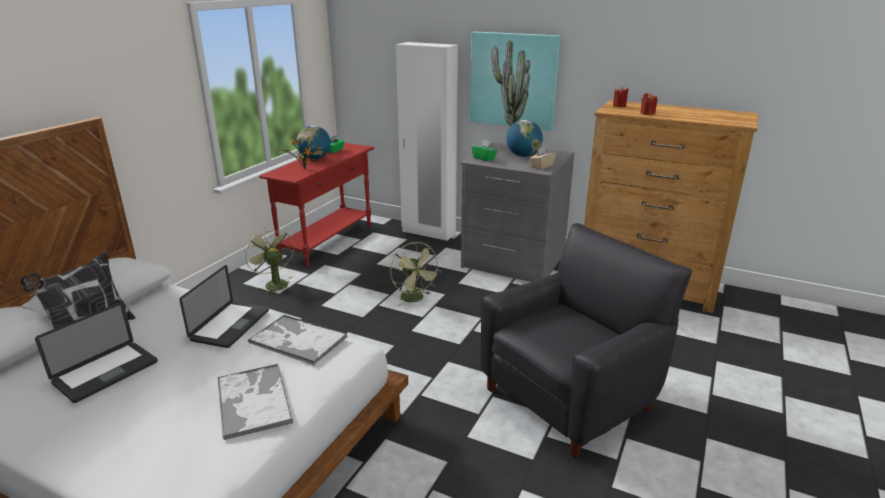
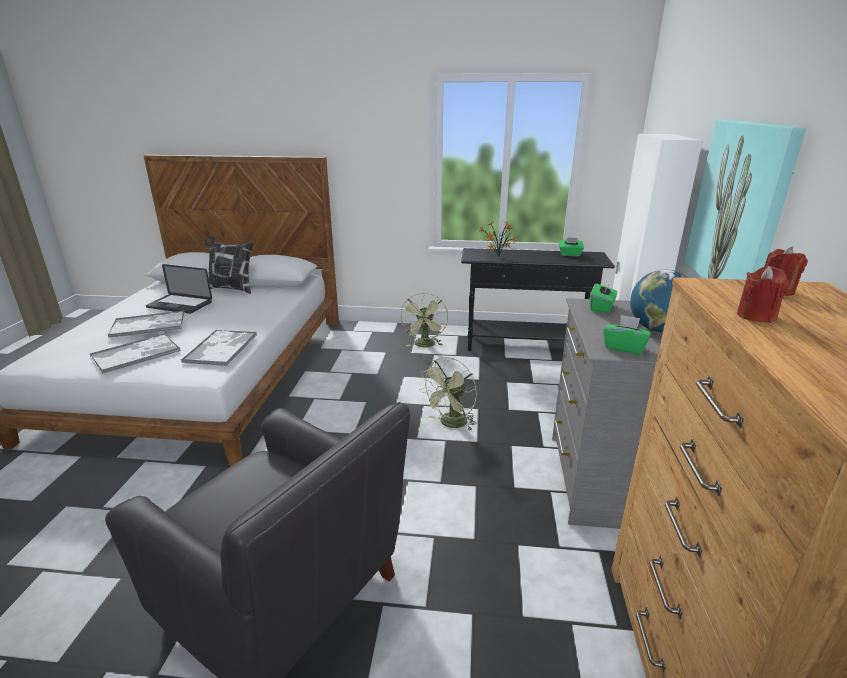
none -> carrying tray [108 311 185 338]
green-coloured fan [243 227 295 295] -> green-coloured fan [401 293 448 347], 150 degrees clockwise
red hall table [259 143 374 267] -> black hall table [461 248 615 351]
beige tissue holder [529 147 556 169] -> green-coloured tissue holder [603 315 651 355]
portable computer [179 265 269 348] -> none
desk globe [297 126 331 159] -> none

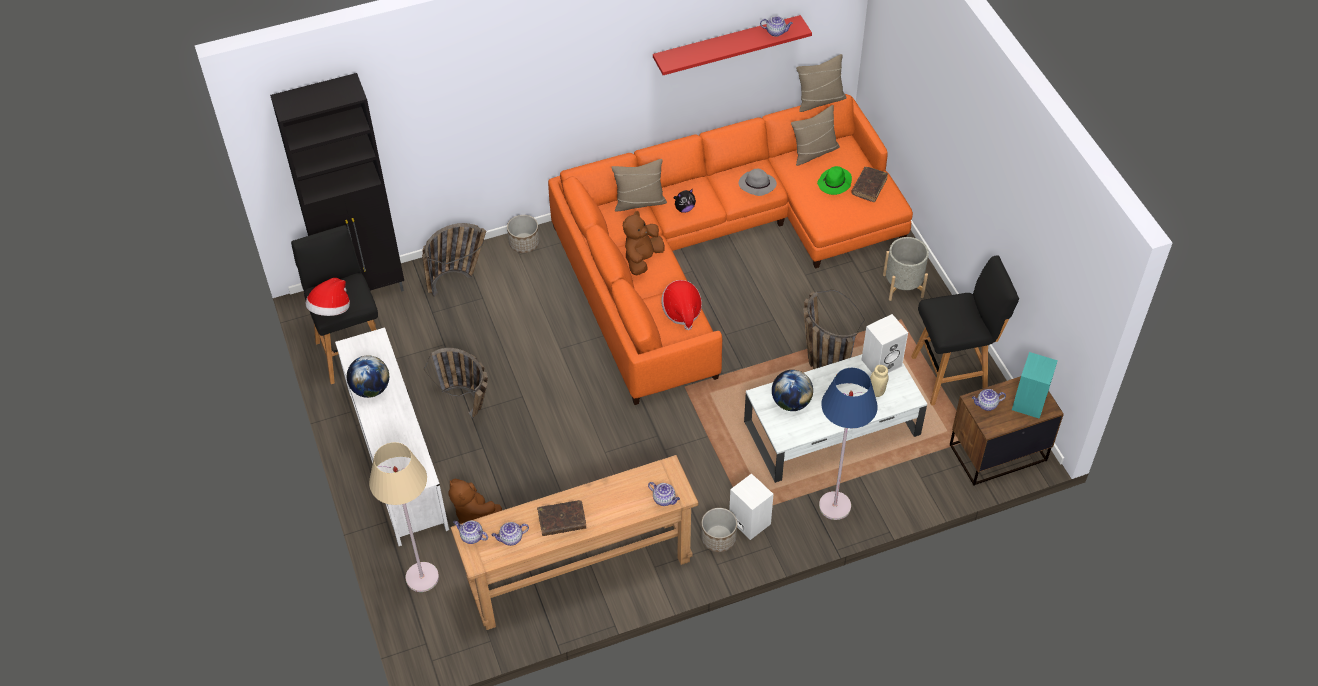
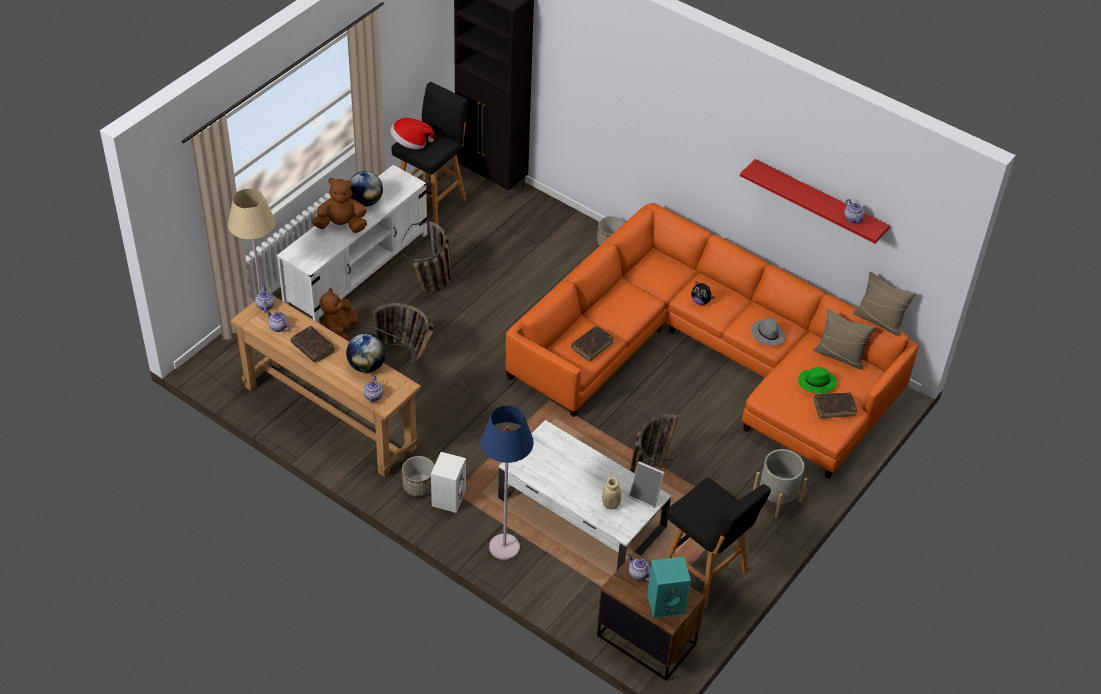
brown-coloured cuddly toy [623 211 665 275] -> brown-coloured cuddly toy [312 178 367 233], move
desk globe [772 370 813 411] -> desk globe [346 333 386 373], move
household basket [422 223 486 297] -> household basket [372 303 434 366], move
wearable hat [661 280 702 330] -> brown-coloured bound book [571 326 614 361]
white-coloured speaker [861 314 908 373] -> standing frame [629 461 665 508]
beige cushion [611 159 667 211] -> none

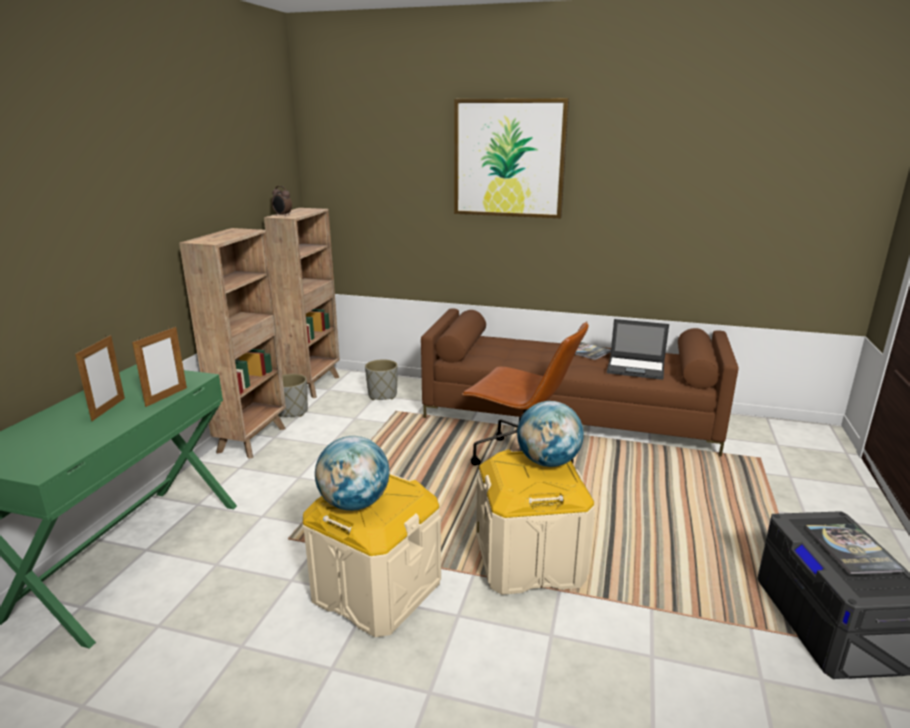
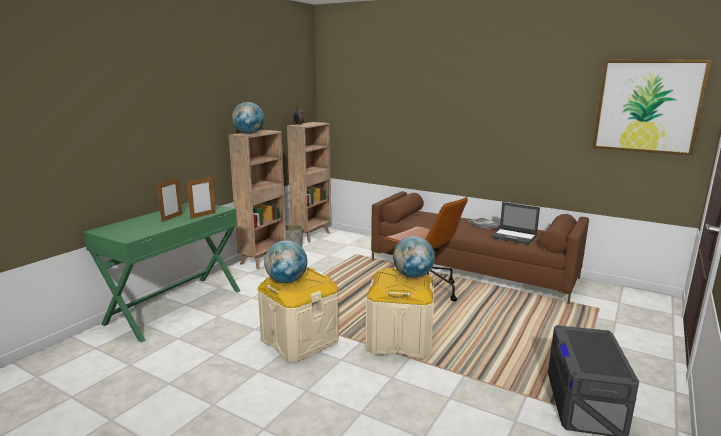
none -> desk globe [232 102 264 134]
wall art [454 98 569 218] -> wall art [592 59 712 156], move
grey flower pot [365 359 398 400] -> none
bound book [805 523 905 575] -> none

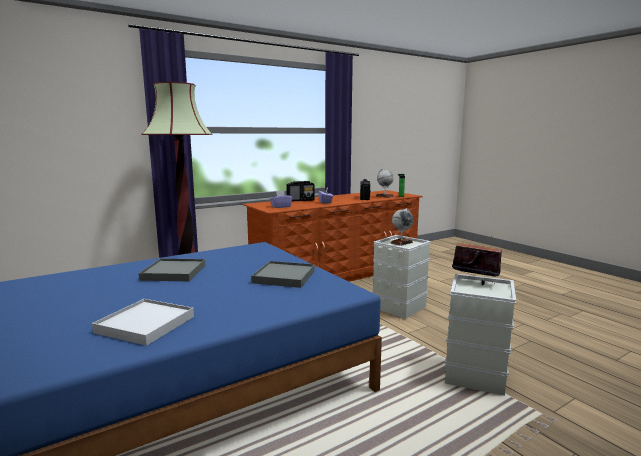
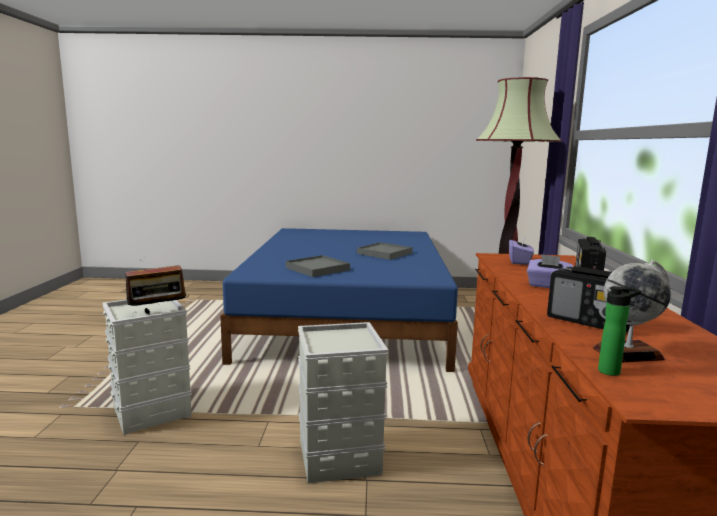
white-coloured carrying tray [92 299 194 346] -> none
desk globe [391 208 414 246] -> none

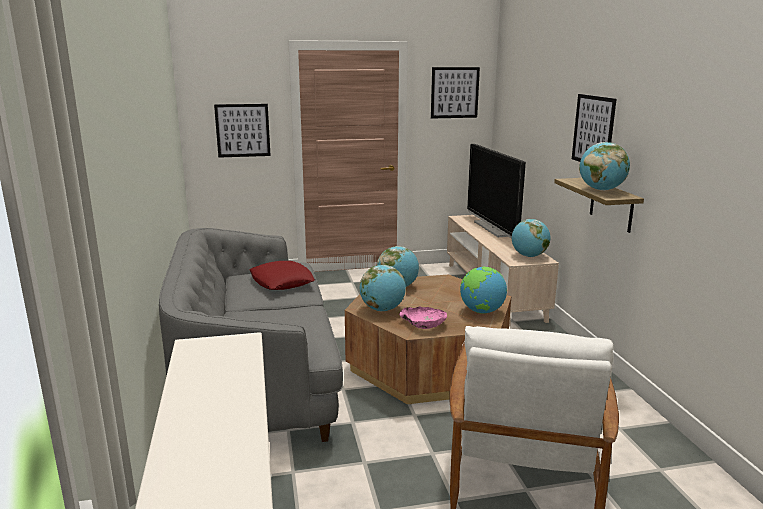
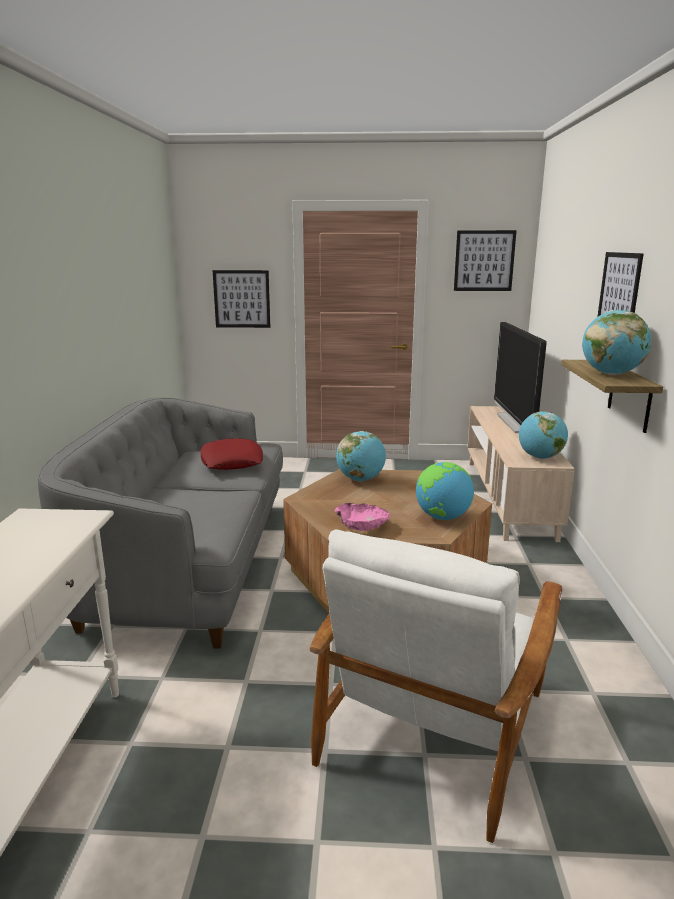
desk globe [360 265 406 311] -> none

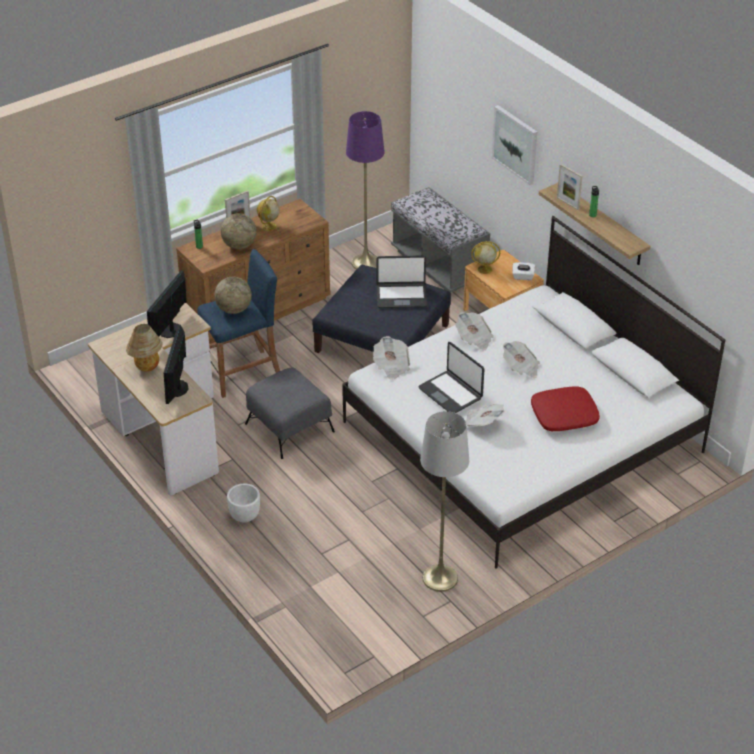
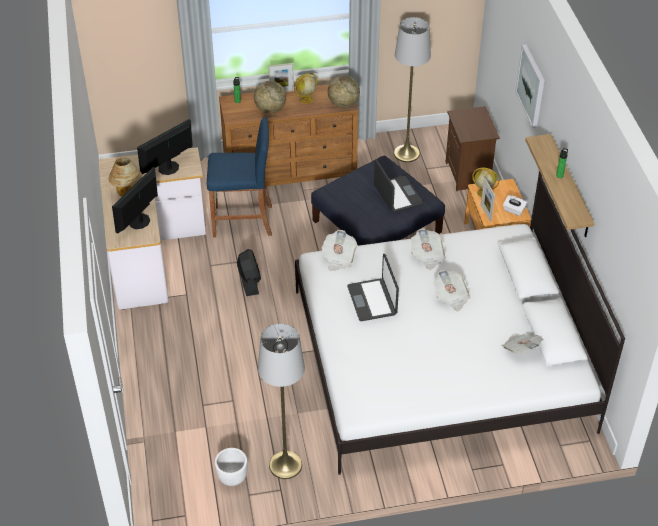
white-coloured flower pot [227 484 260 523] -> white-coloured flower pot [215 448 247 486], move
grey ottoman [245 367 335 459] -> black fan [237 249 261 296]
desk globe [214 277 252 314] -> desk globe [328 75 360 108], move
portable computer [377 255 427 308] -> portable computer [374 159 423 212], 135 degrees counterclockwise
purple-coloured standing lamp [346 111 385 270] -> grey standing lamp [394 17 431 162]
grey indoor bench [391 187 490 293] -> brown-coloured nightstand [446 106 500 191]
standing frame [557 164 582 210] -> standing frame [481 178 495 222], move
printed paper [466 404 504 426] -> printed paper [502 333 543 353], move
red cushion [531 387 600 431] -> none

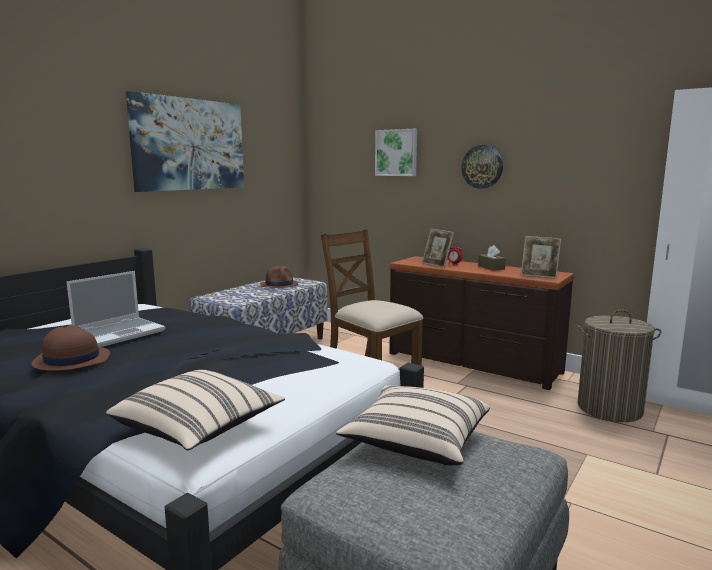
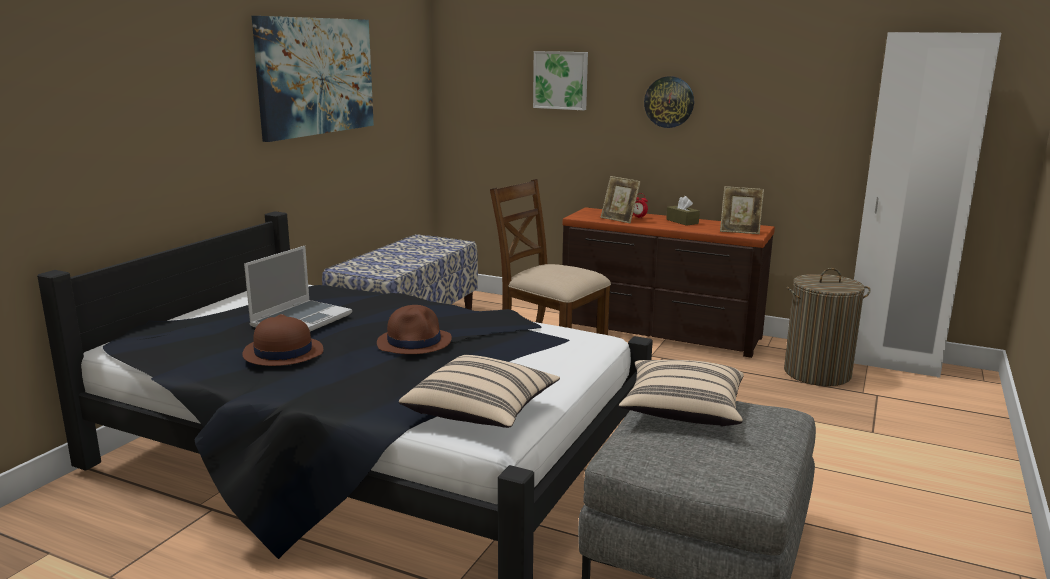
brown-coloured wearable hat [260 266 299 288] -> brown-coloured wearable hat [377 305 452 354], move

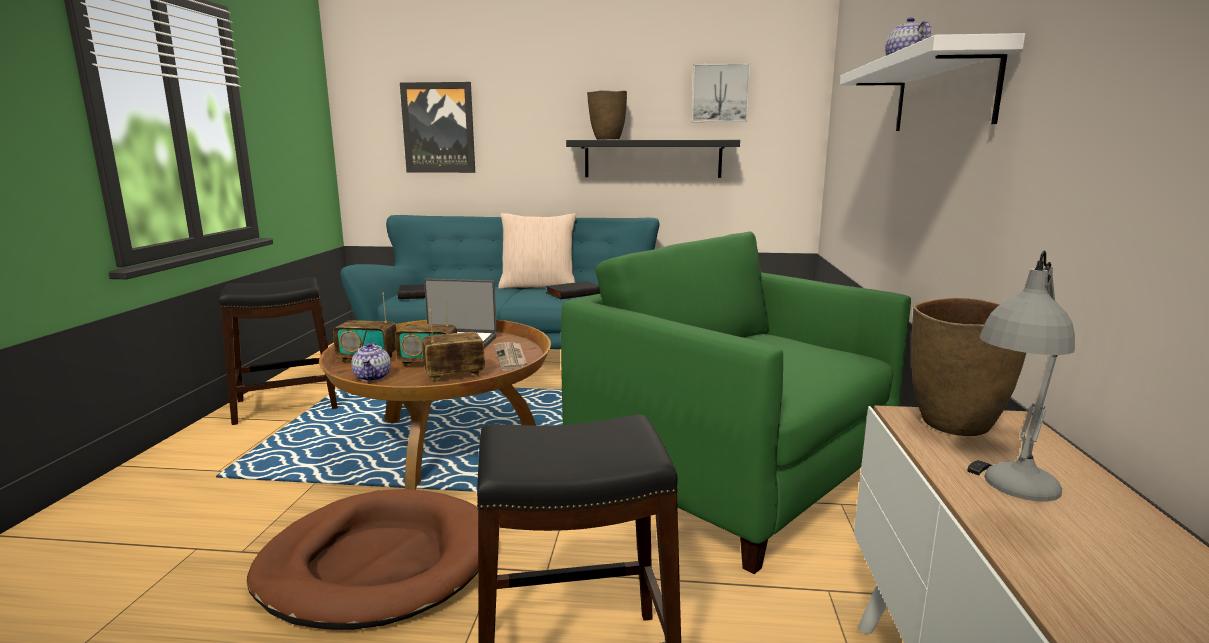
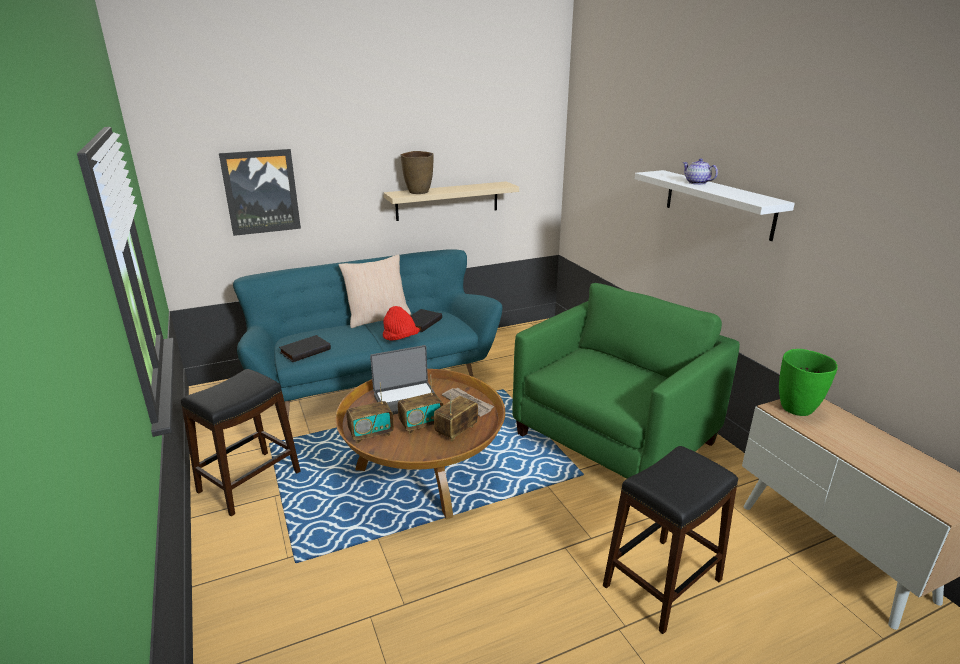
none -> red wearable hat [383 306 420 340]
black bracket shelf [566 140 740 178] -> beige bracket shelf [384 181 519 221]
green-coloured armchair [561 232 911 574] -> green-coloured armchair [512 283 740 479], 120 degrees clockwise
brown-coloured vase [911 297 1026 436] -> green-coloured vase [779 349 838 416]
brown-coloured dog cushion [247 489 478 630] -> none
teapot [351 342 391 381] -> none
wall art [692 63 750 122] -> none
grey table lamp [967 250 1075 502] -> none

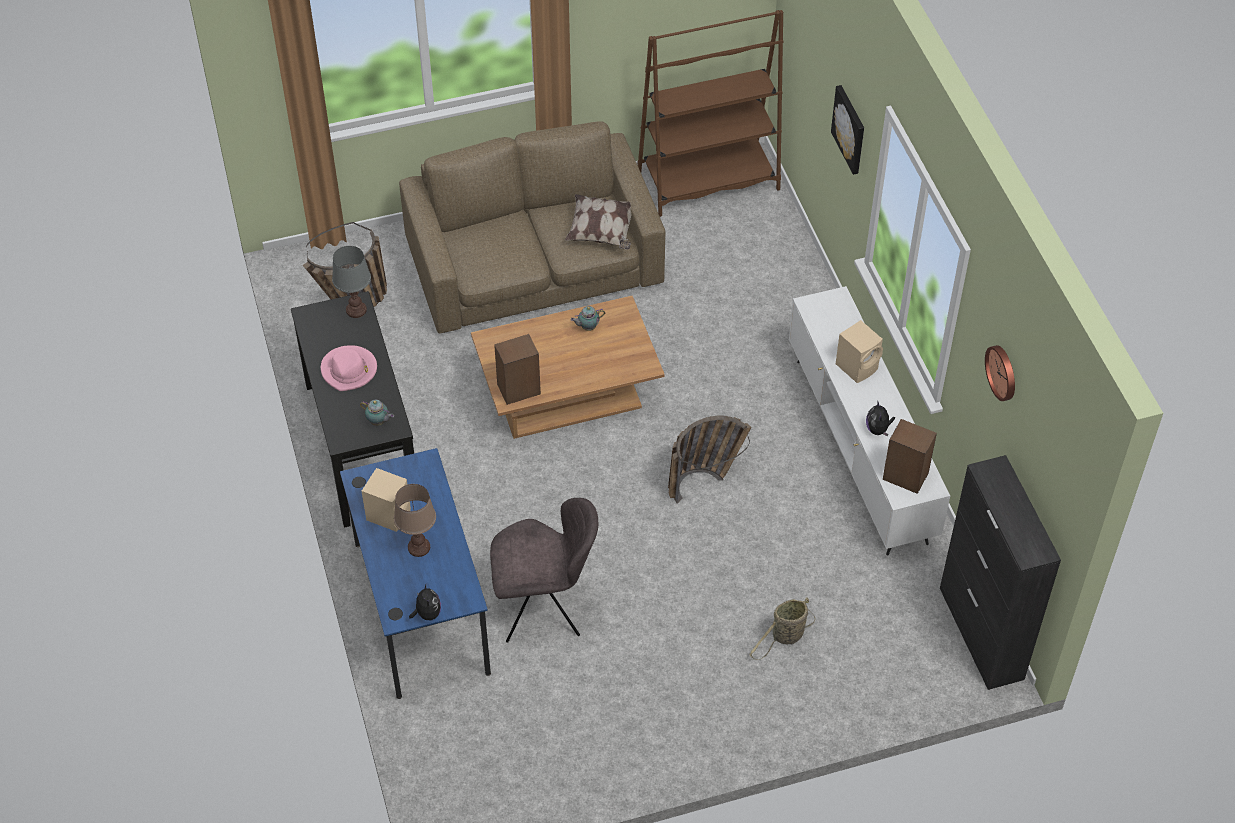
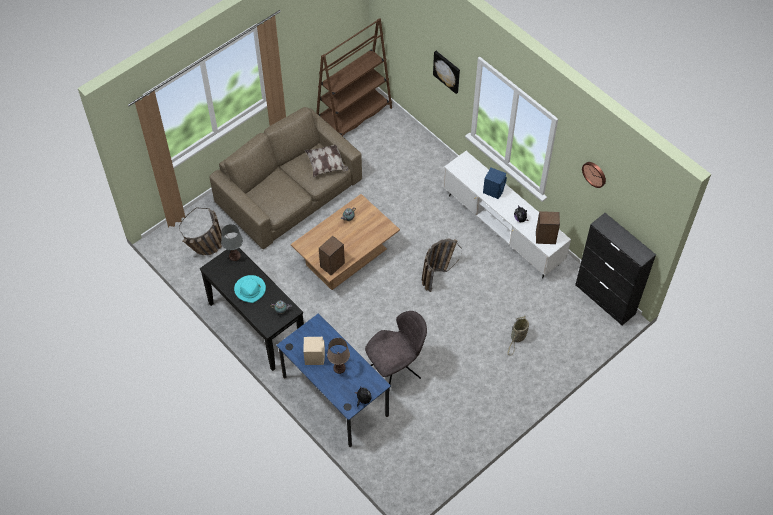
pink-coloured wearable hat [321 345 377 391] -> turquoise wearable hat [234 275 266 303]
beige speaker [836 320 883 383] -> blue-coloured speaker [483 168 507 199]

